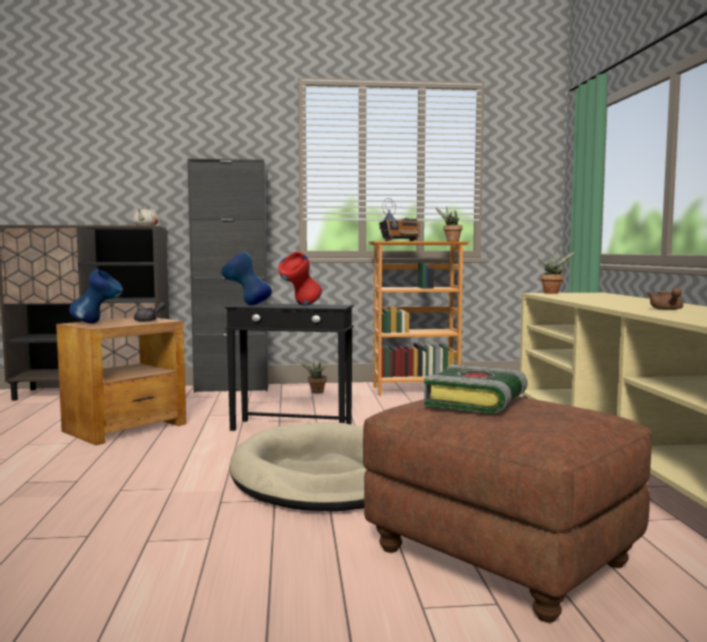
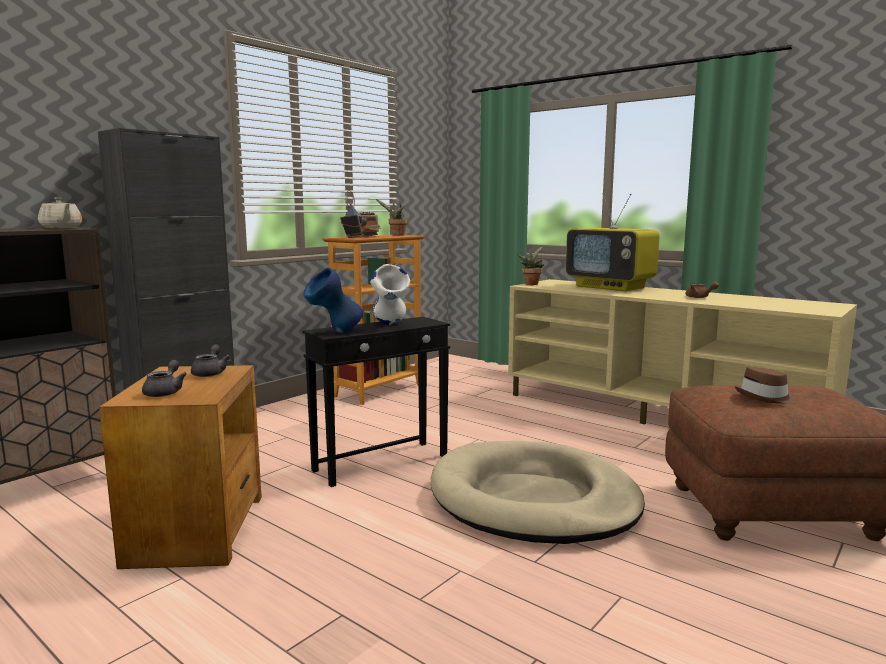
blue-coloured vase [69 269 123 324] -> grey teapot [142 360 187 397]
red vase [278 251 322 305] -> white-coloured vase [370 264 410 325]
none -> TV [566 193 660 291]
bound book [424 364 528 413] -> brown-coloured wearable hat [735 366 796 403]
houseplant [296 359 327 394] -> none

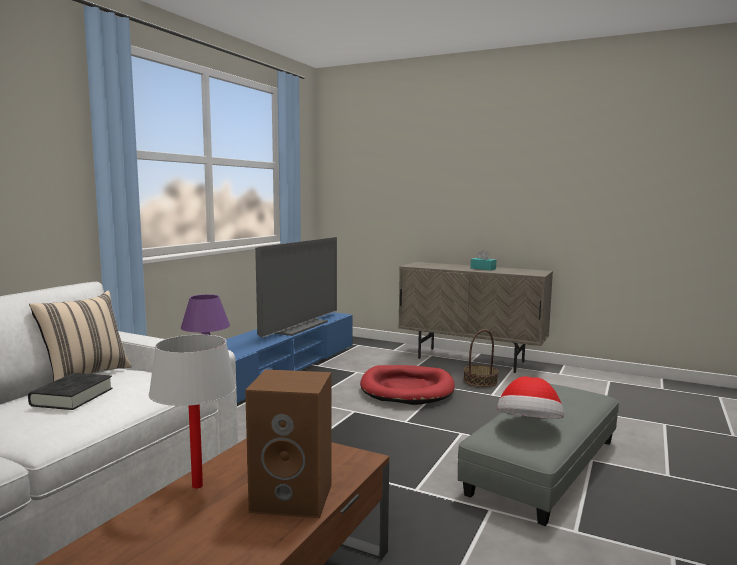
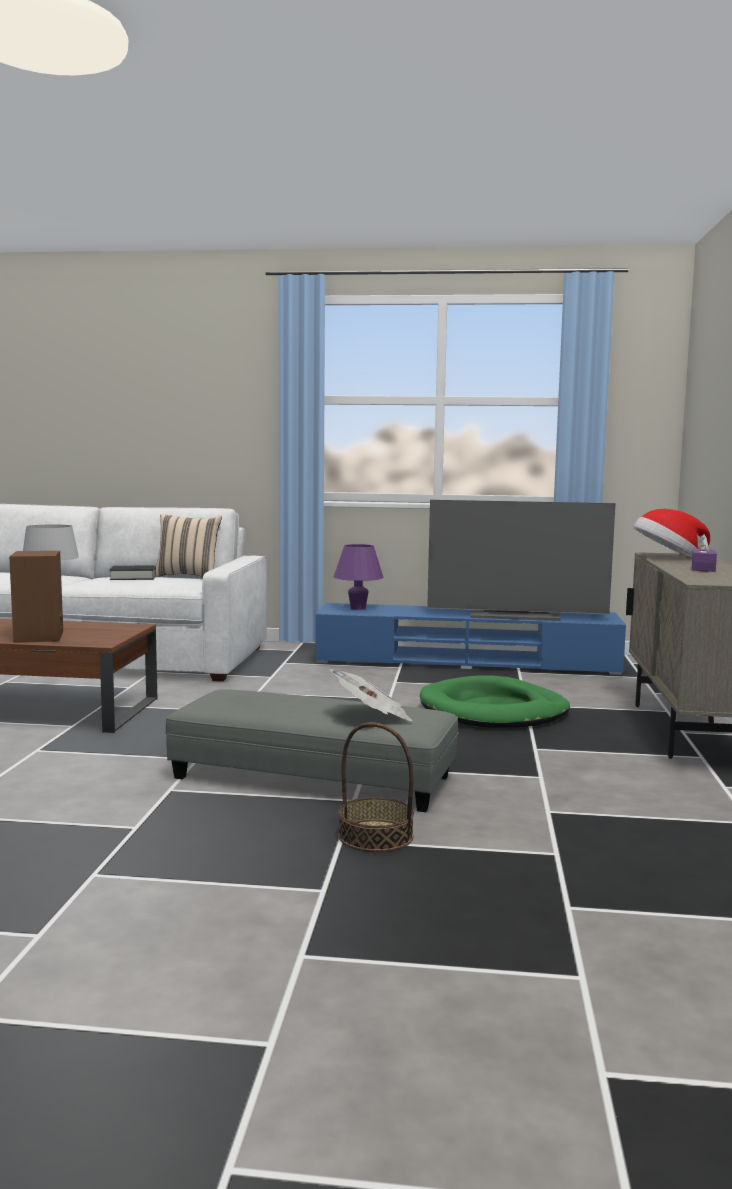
none -> printed paper [330 669 412 721]
household basket [463 329 499 387] -> household basket [338 722 414 852], move
red dog cushion [360 365 455 405] -> green-coloured dog cushion [420 675 570 728]
wearable hat [497 376 564 419] -> wearable hat [634 509 710 558], move
turquoise tissue holder [471 250 496 270] -> purple-coloured tissue holder [692 534 717 572]

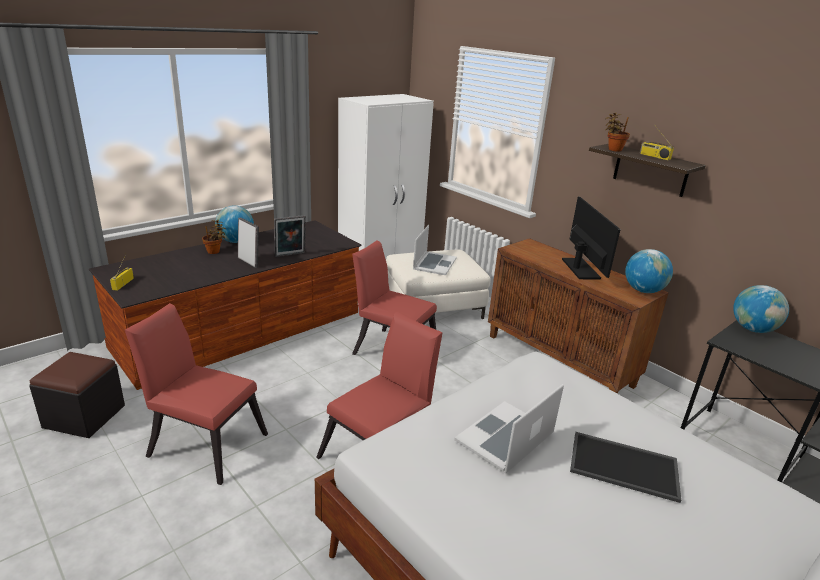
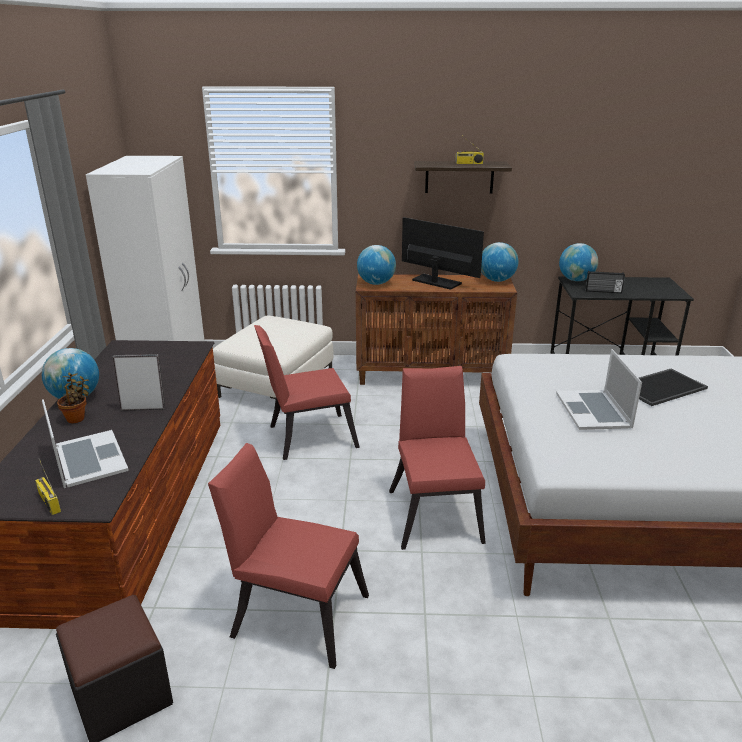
portable computer [413 225 457 275] -> portable computer [42 399 129 488], move
red chair [125 303 268 485] -> red chair [208 443 369 669], 45 degrees clockwise
none -> desk globe [357 245 396 285]
none -> radio [585 271 625 293]
standing frame [274 215 306 257] -> none
houseplant [605 113 630 152] -> none

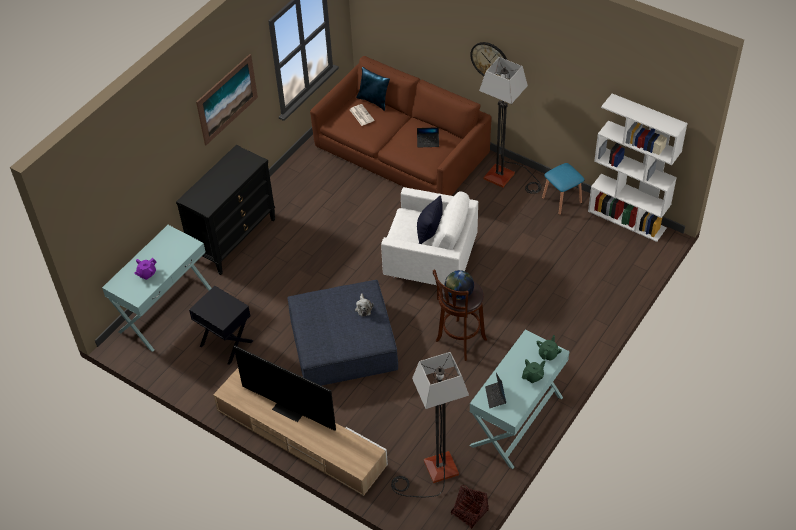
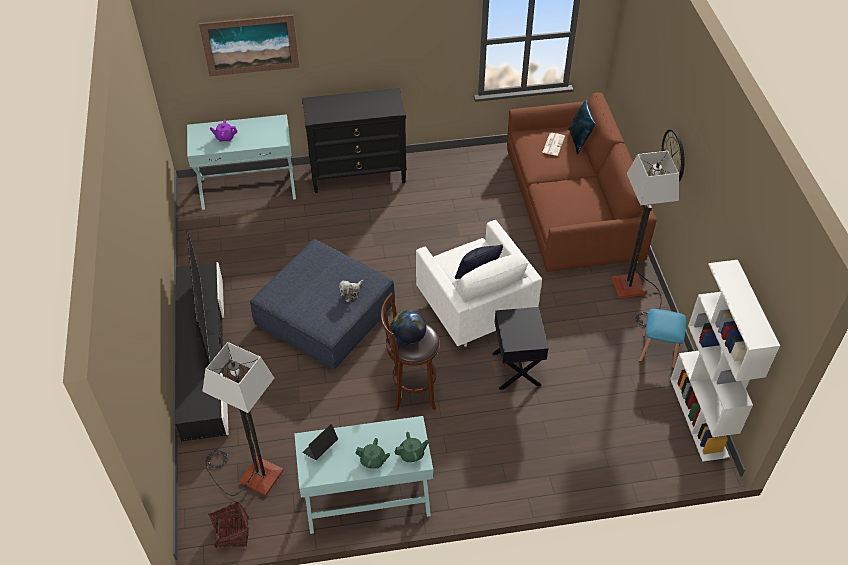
beige tv stand [213 368 388 496] -> black tv stand [175 262 229 441]
wall art [196 54 258 145] -> wall art [199 15 299 76], move
black end table [189 286 253 365] -> black end table [492 307 549 390], move
portable computer [417 127 439 148] -> none

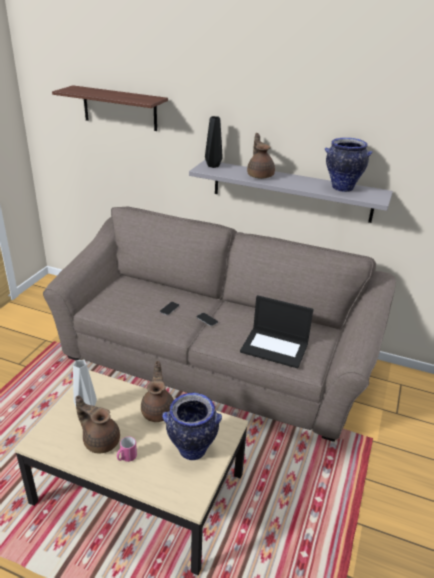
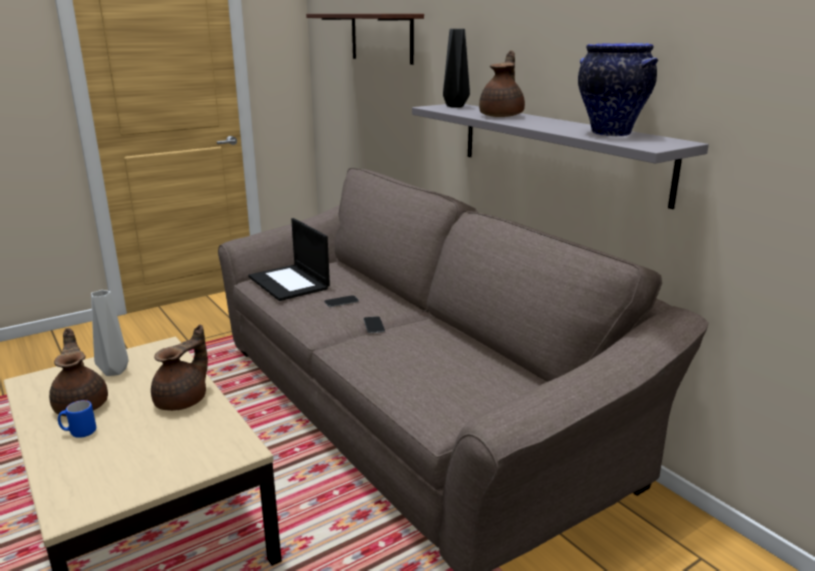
pink-coloured coffee mug [117 437 137 462] -> blue-coloured coffee mug [58 400 96 438]
portable computer [240 295 314 369] -> portable computer [248 218 330 301], move
vase [162 393 222 460] -> none

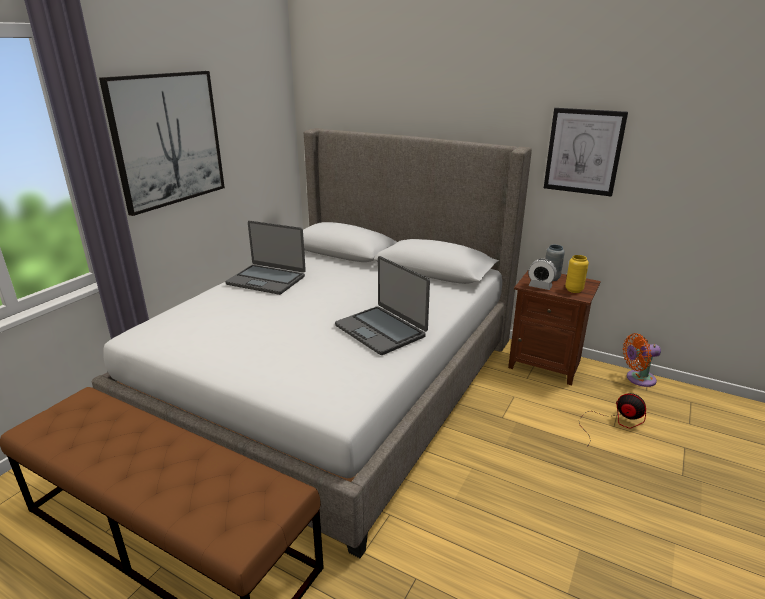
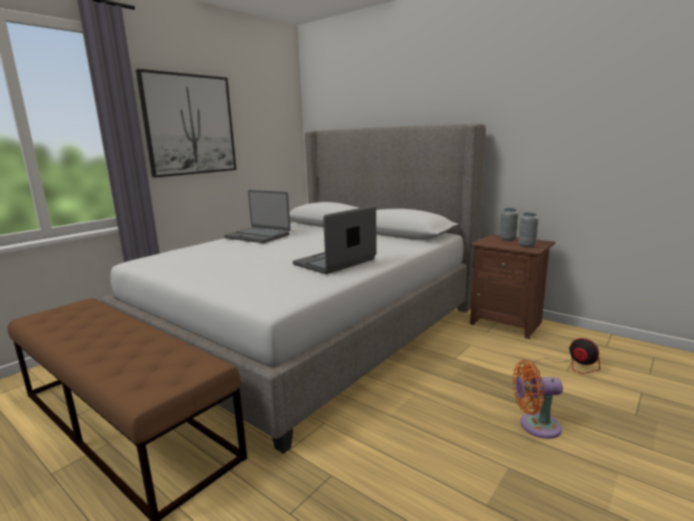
portable computer [335 256 430 355] -> portable computer [293 205 377 274], 75 degrees clockwise
orangey fan [623 333 661 387] -> orangey fan [513 360 563 439], move
yellow-coloured vase [565 255 589 293] -> grey vase [518 213 538 248]
table clock [528 259 557 290] -> none
wall art [544 108 628 197] -> none

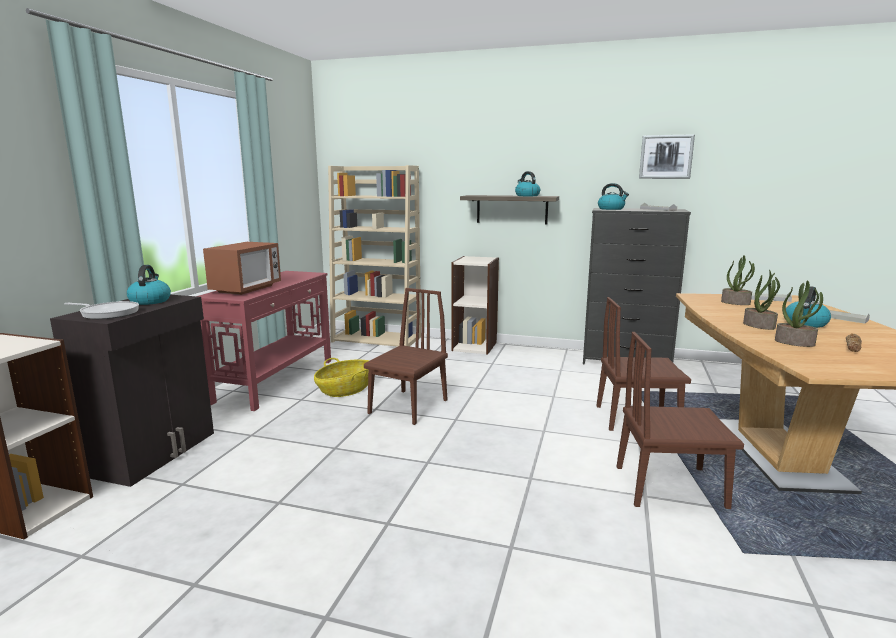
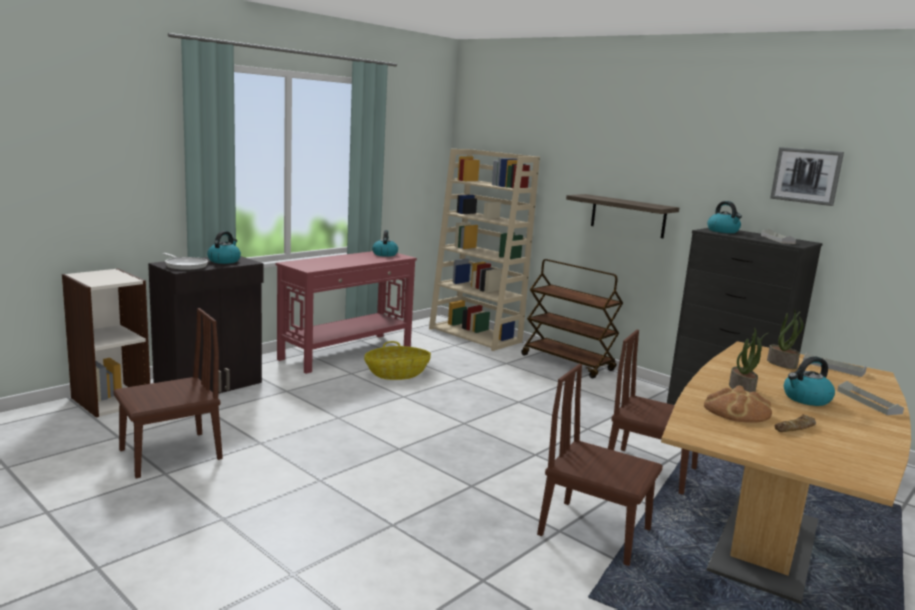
brown-coloured chair [364 288 448 425] -> brown-coloured chair [113 308 223 479], move
tea kettle [515 171 540 196] -> tea kettle [372 230 398 257], move
shelving unit [451 256 499 355] -> brown-coloured wheeled cart [521 259 623 378]
houseplant [775 280 823 347] -> bakery bread [704 385 772 423]
microwave [203 242 281 295] -> none

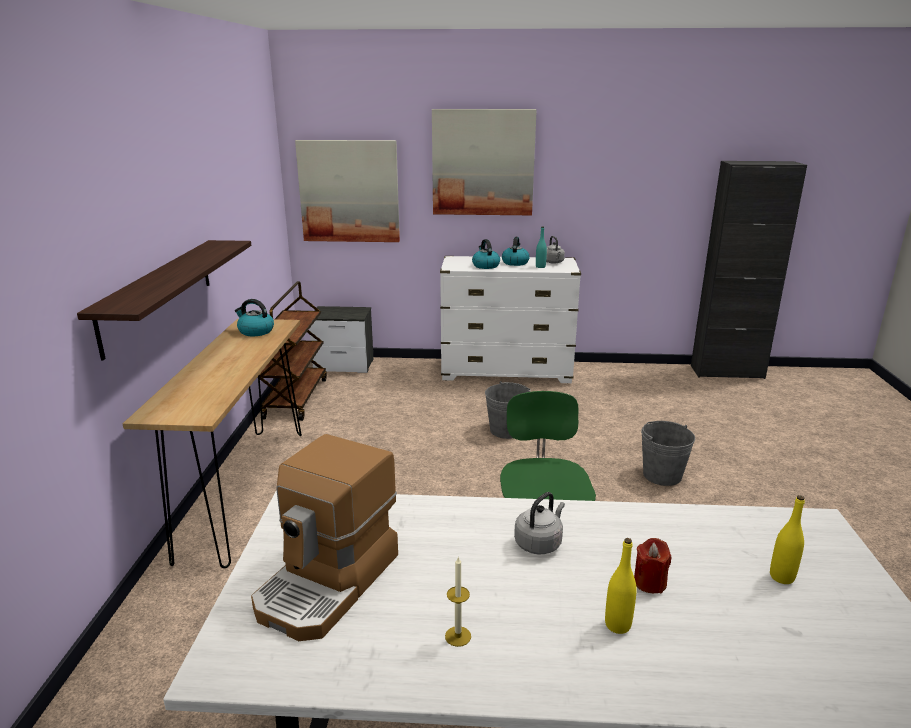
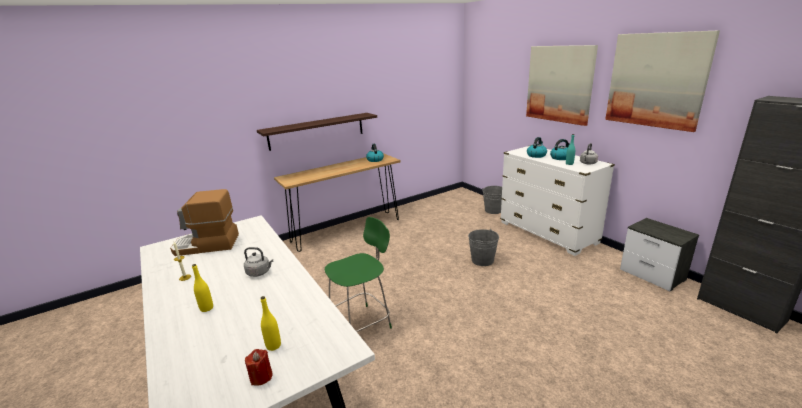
red wax candle [634 538 671 593] -> red wax candle [245 349 273 386], move
grey water bucket [641 421 695 486] -> grey water bucket [482 186 502 214], move
wall art [295 140 400 242] -> wall art [605 30 720 132], move
nightstand [309 306 373 373] -> nightstand [620 218 699 291], move
brown-coloured wheeled cart [257 281 327 421] -> none

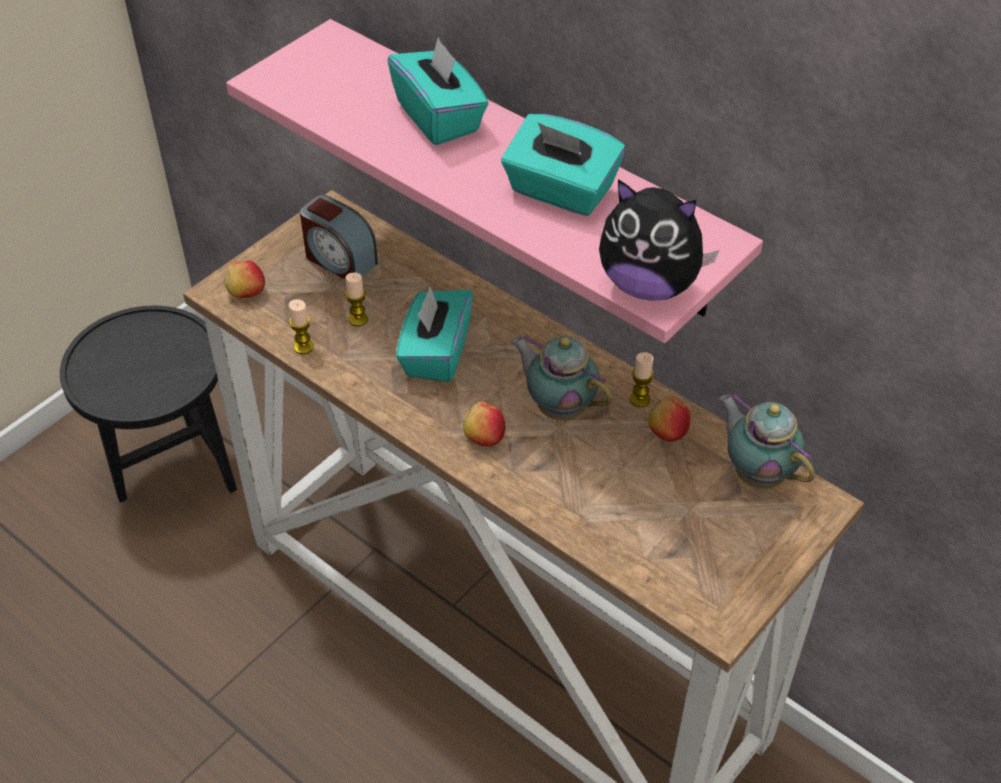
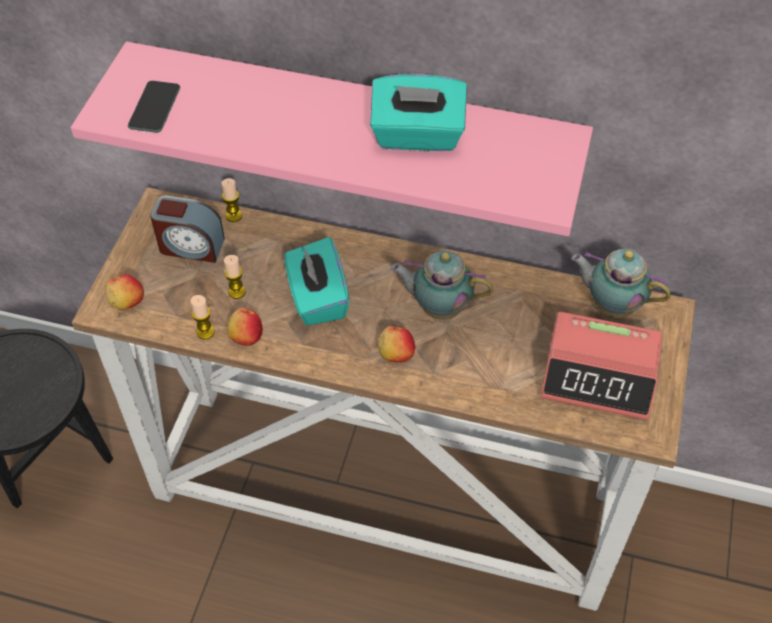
none -> telephone [128 81 180 133]
wax candle [630 352 654 407] -> wax candle [221 178 242 222], move
apple [648 397 690 442] -> apple [227 308 263 346], move
none -> table clock [540 312 662 420]
turquoise tissue holder [387 37 489 145] -> none
cuddly toy [599 179 719 301] -> none

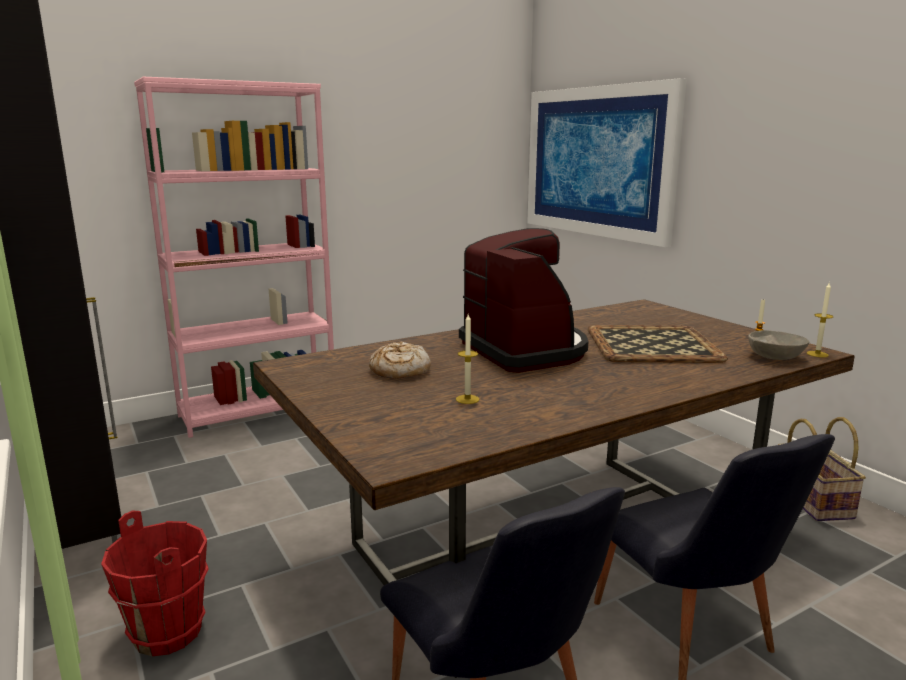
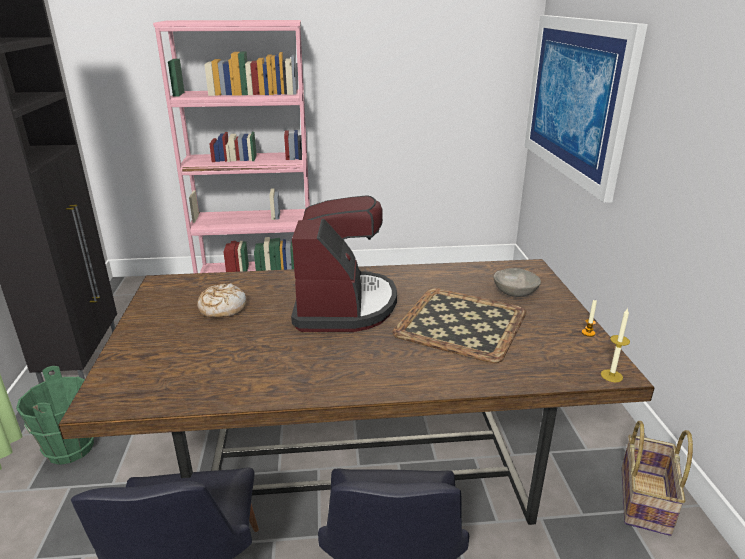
red water bucket [101 510 209 656] -> green-coloured water bucket [16 366 94 465]
grey deep dish [748 330 809 360] -> grey deep dish [494 268 541 297], move
wax candle [456 314 480 404] -> none

